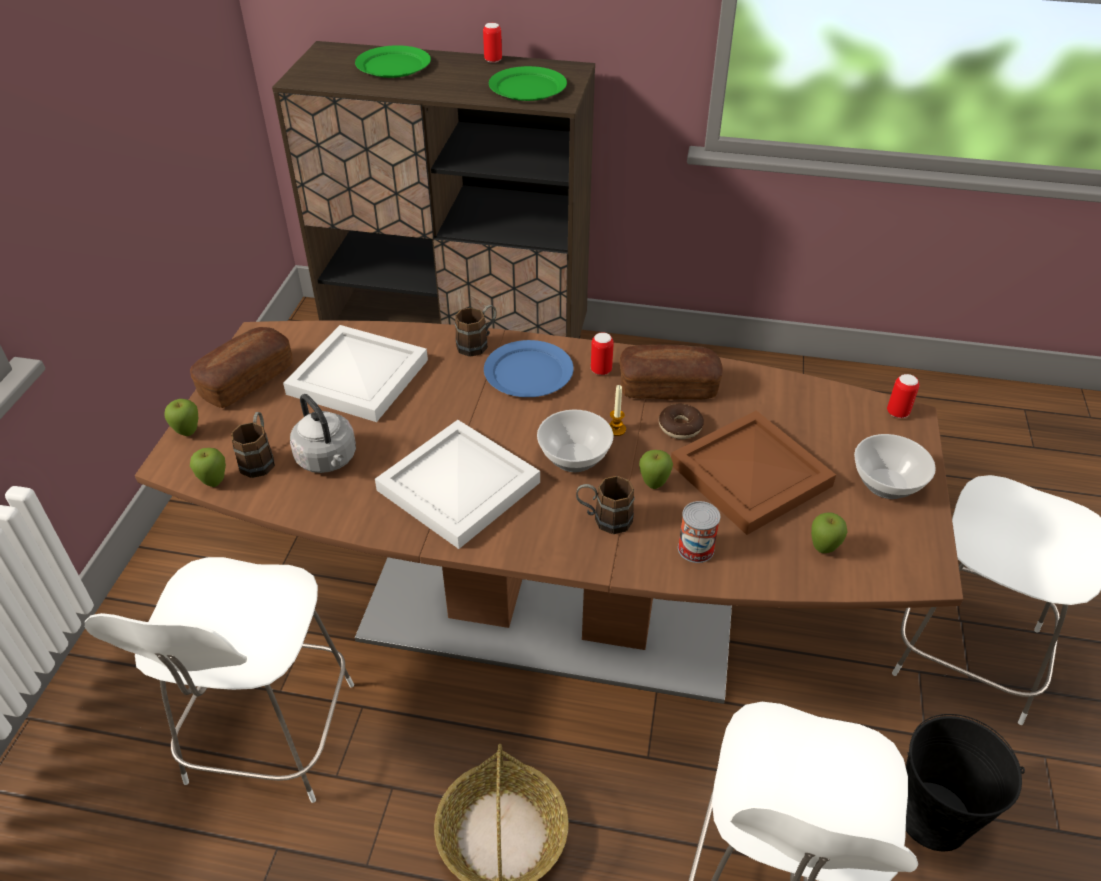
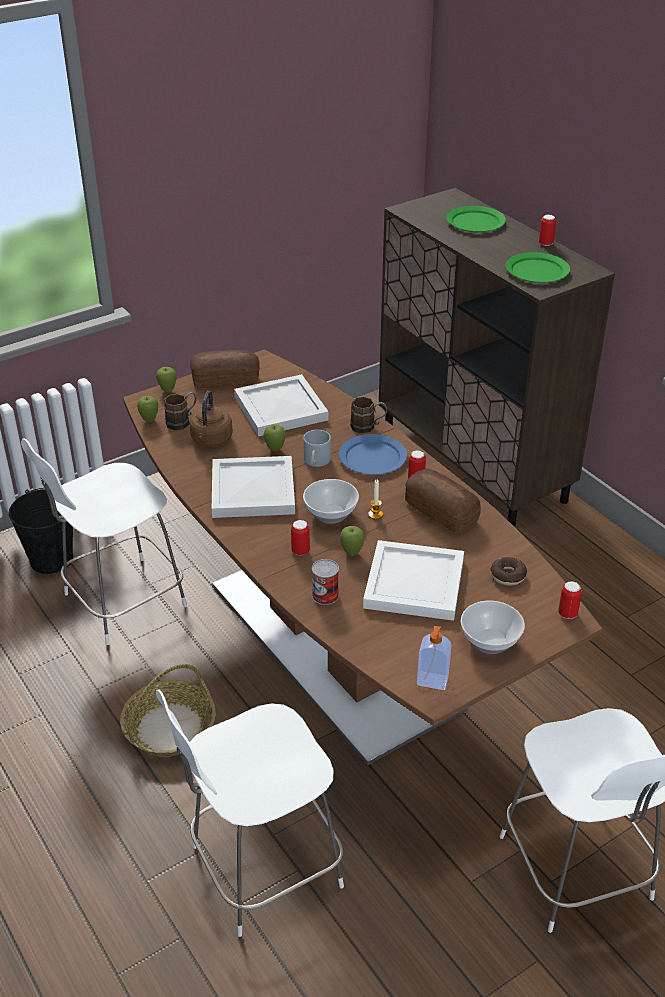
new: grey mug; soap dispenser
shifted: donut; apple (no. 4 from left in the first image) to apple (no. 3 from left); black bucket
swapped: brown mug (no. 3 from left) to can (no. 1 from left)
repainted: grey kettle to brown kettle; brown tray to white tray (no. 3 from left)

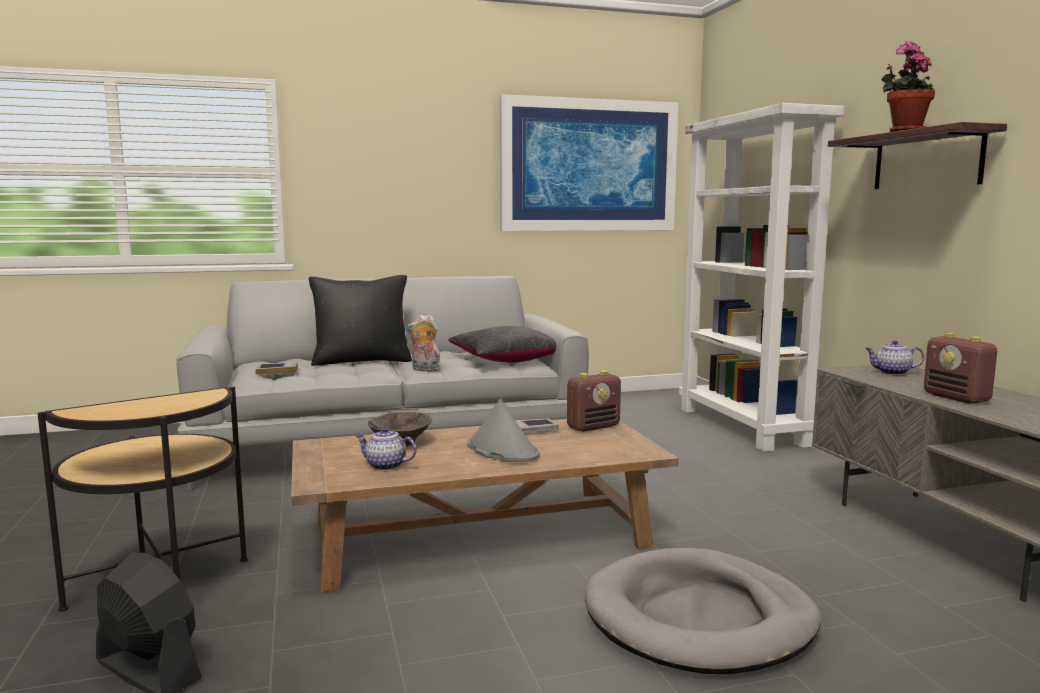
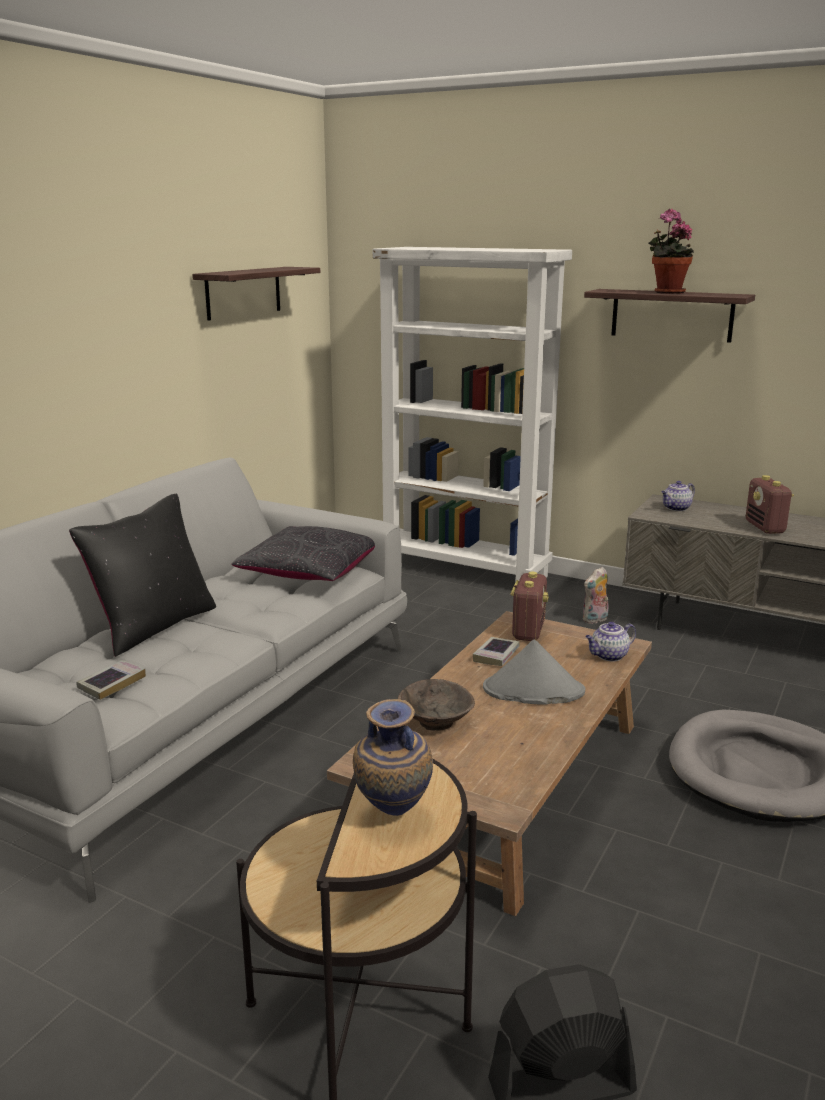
new: vase
shifted: teapot (no. 1 from left); plush toy
swapped: picture to shelf (no. 1 from left)
rotated: radio (no. 2 from left) 60 degrees clockwise

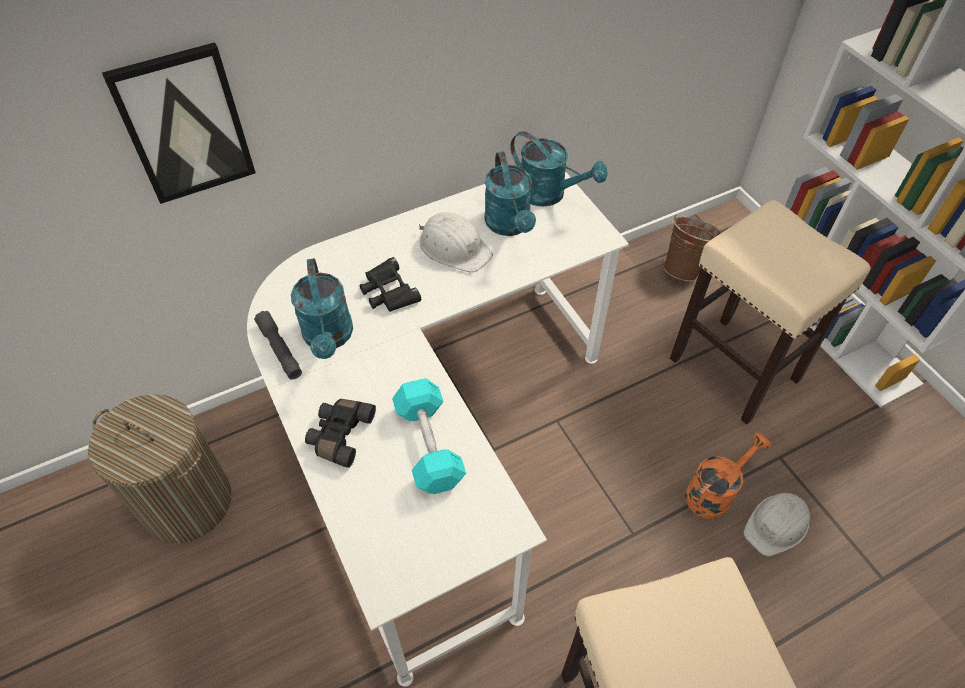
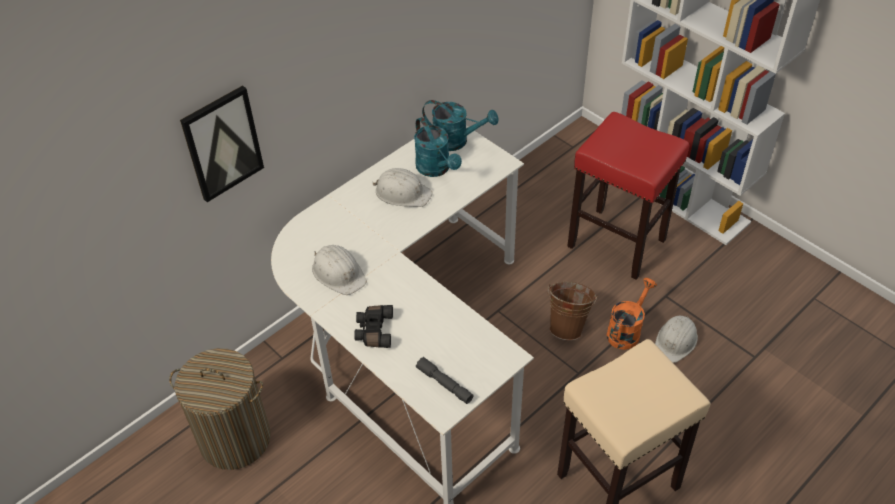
gone: black binoculars (no. 2 from left); turquoise dumbbell
shifted: grey flashlight; brown bucket
swapped: turquoise watering can (no. 1 from left) to white hard hat (no. 1 from left)
repainted: beige stool (no. 2 from left) to red stool

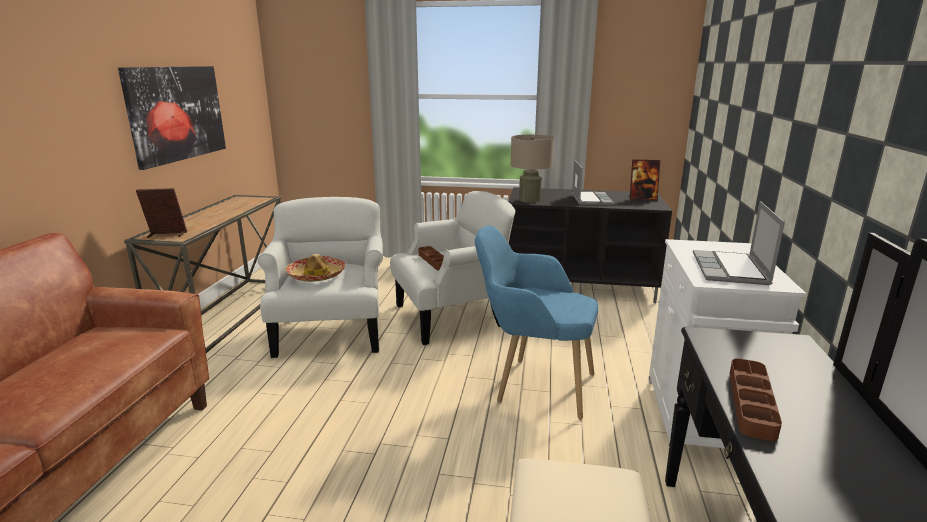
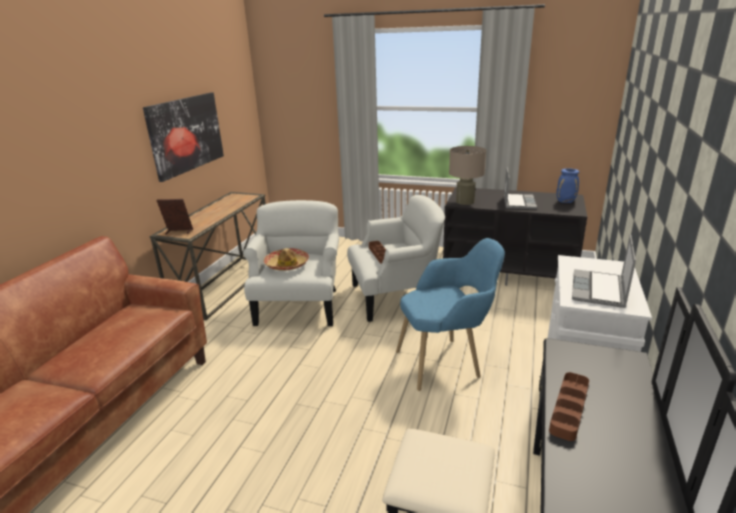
swapped: picture frame (no. 2 from left) to blue vase
rotated: blue armchair 135 degrees clockwise

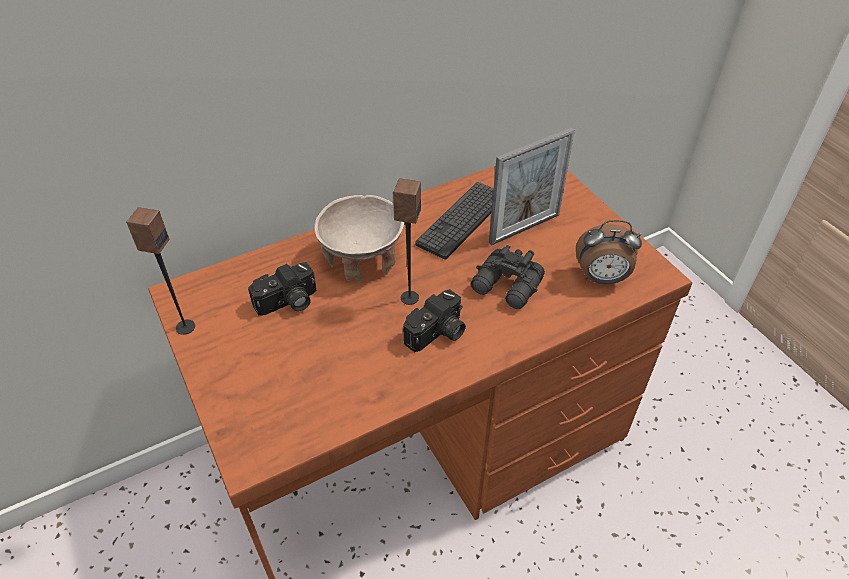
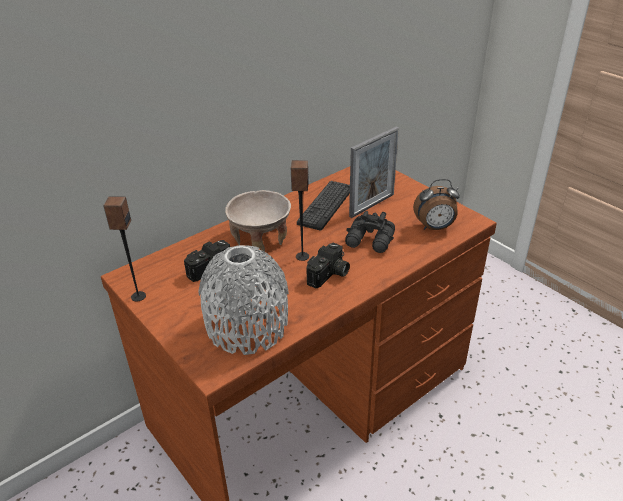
new: grey vase

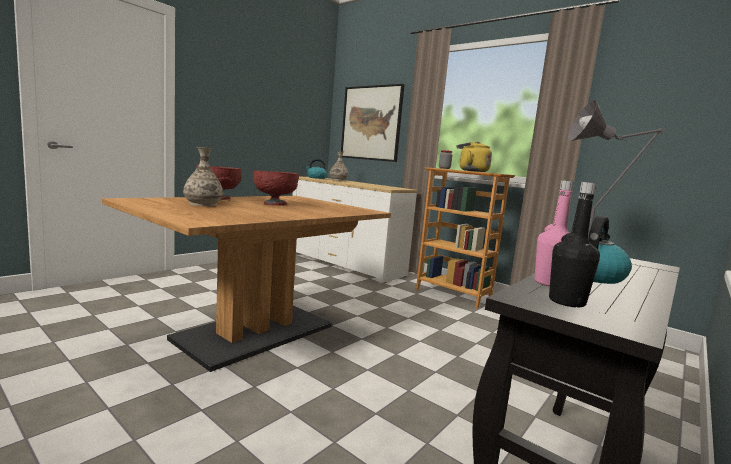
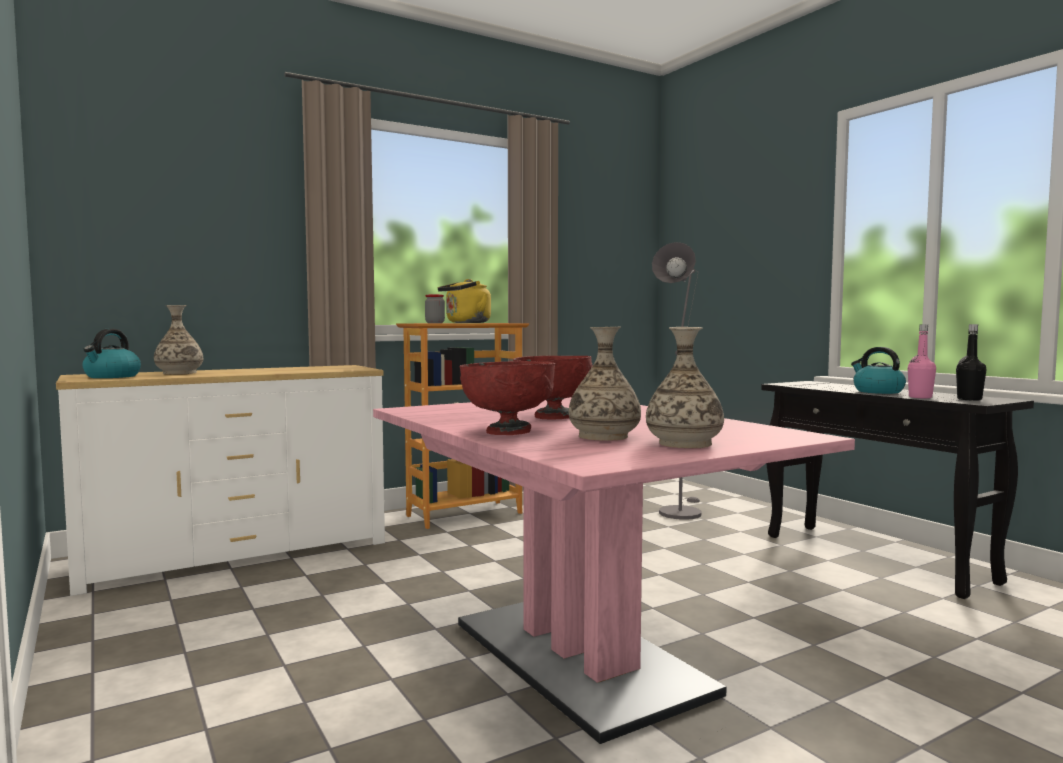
gone: picture
new: vase (no. 3 from left)
repainted: brown dining table to pink dining table

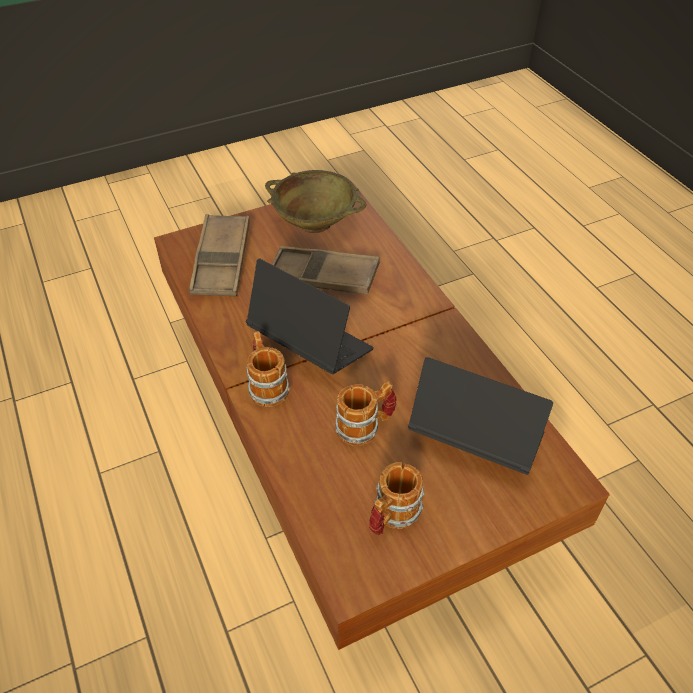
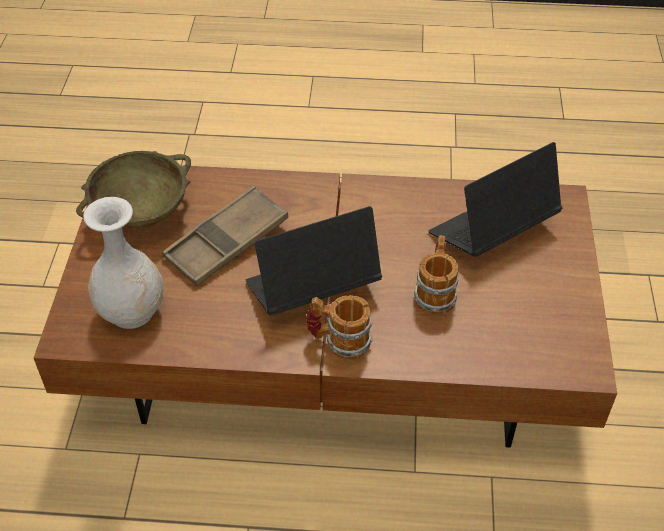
gone: mug (no. 3 from left)
swapped: brown tray (no. 1 from left) to white vase

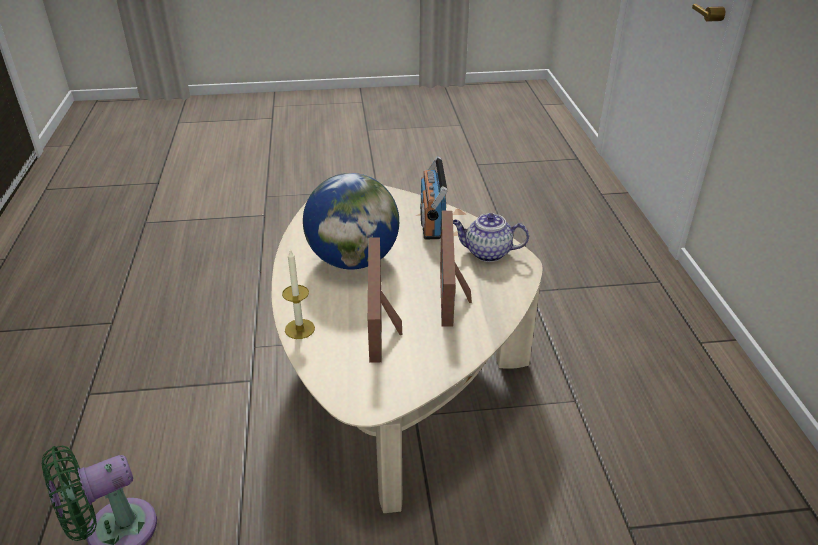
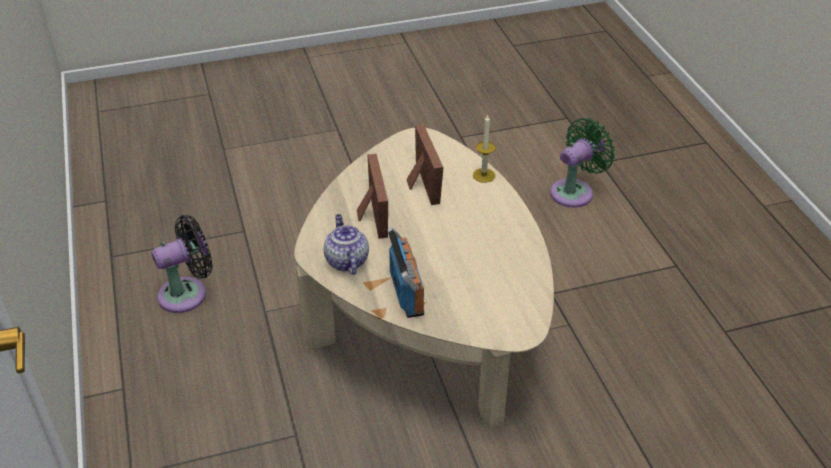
gone: globe
new: black fan
rotated: teapot 105 degrees counterclockwise

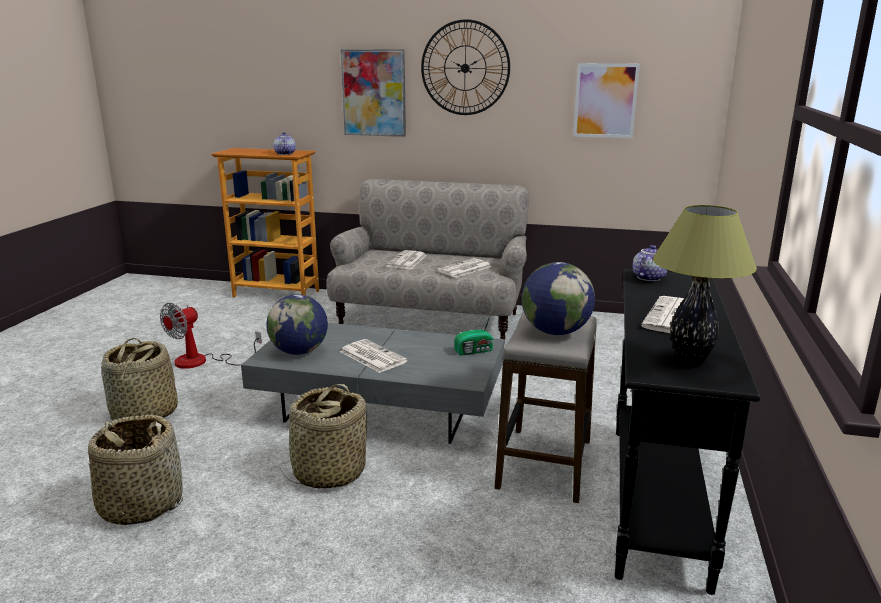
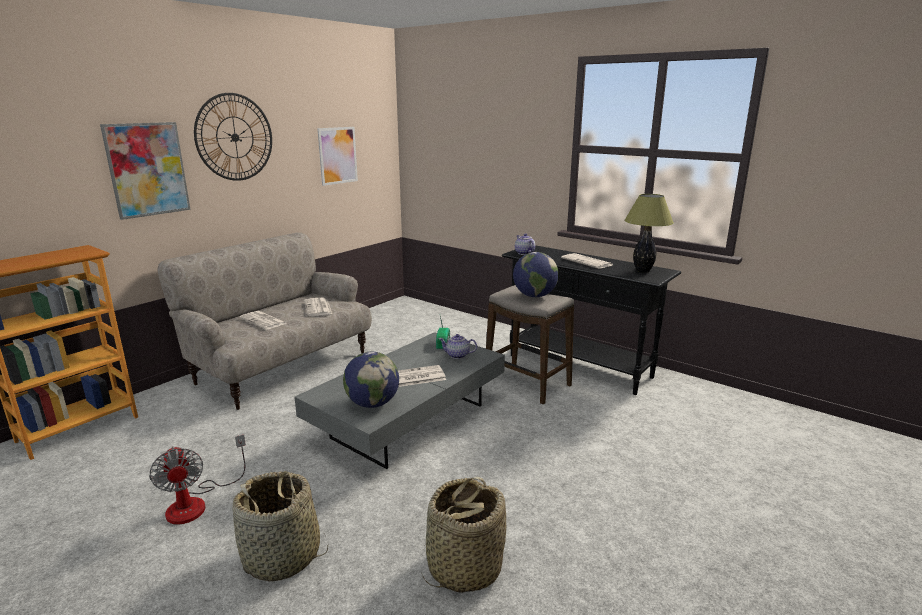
gone: basket (no. 3 from left)
shifted: teapot (no. 1 from left)

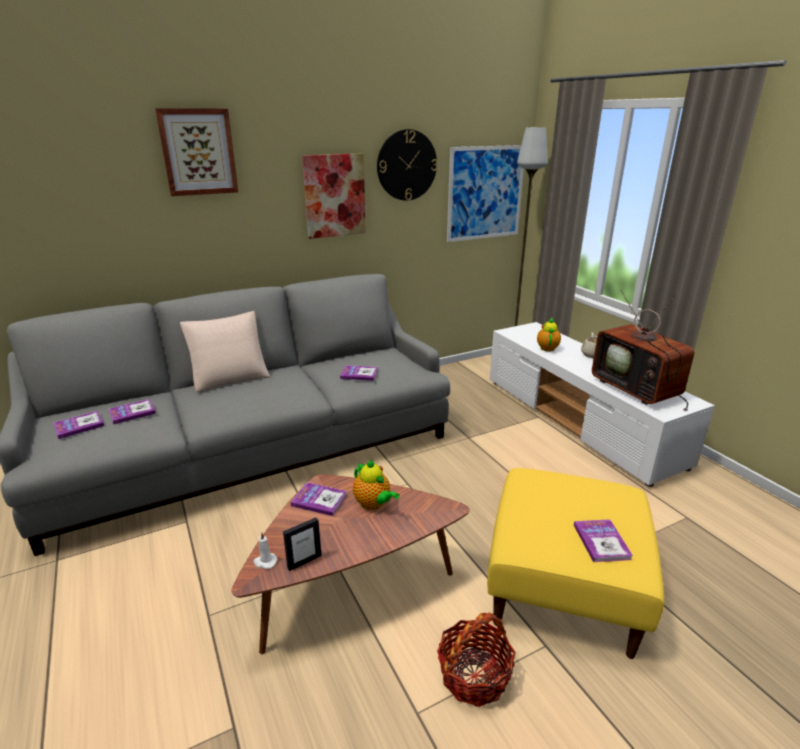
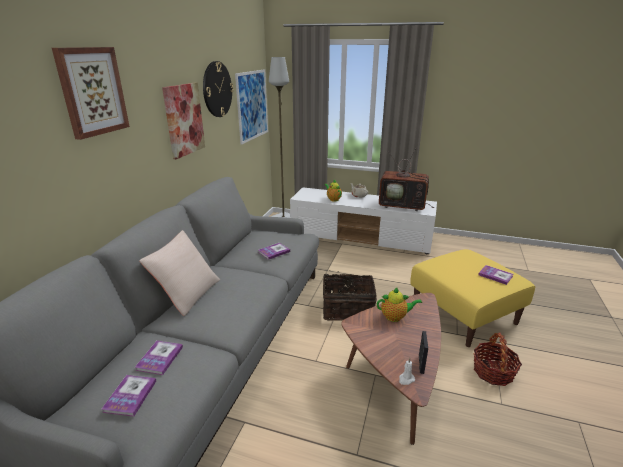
gone: book (no. 3 from left)
new: basket (no. 1 from left)

